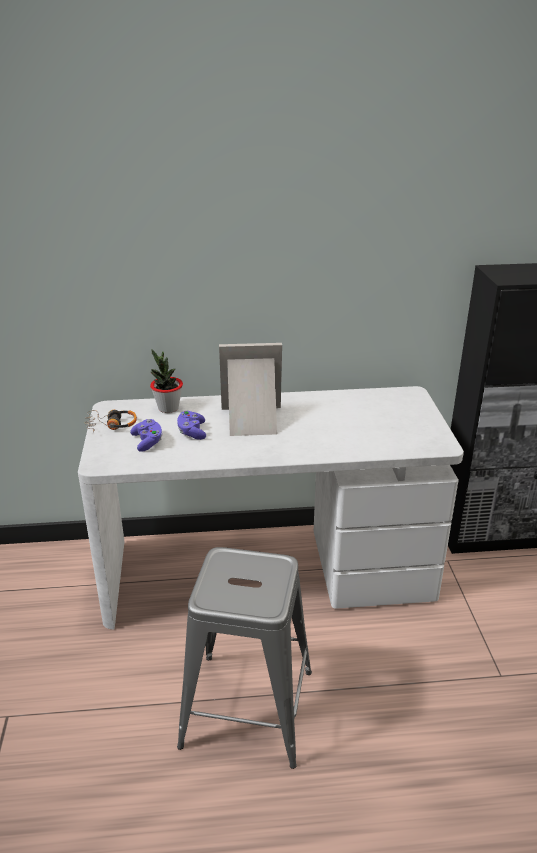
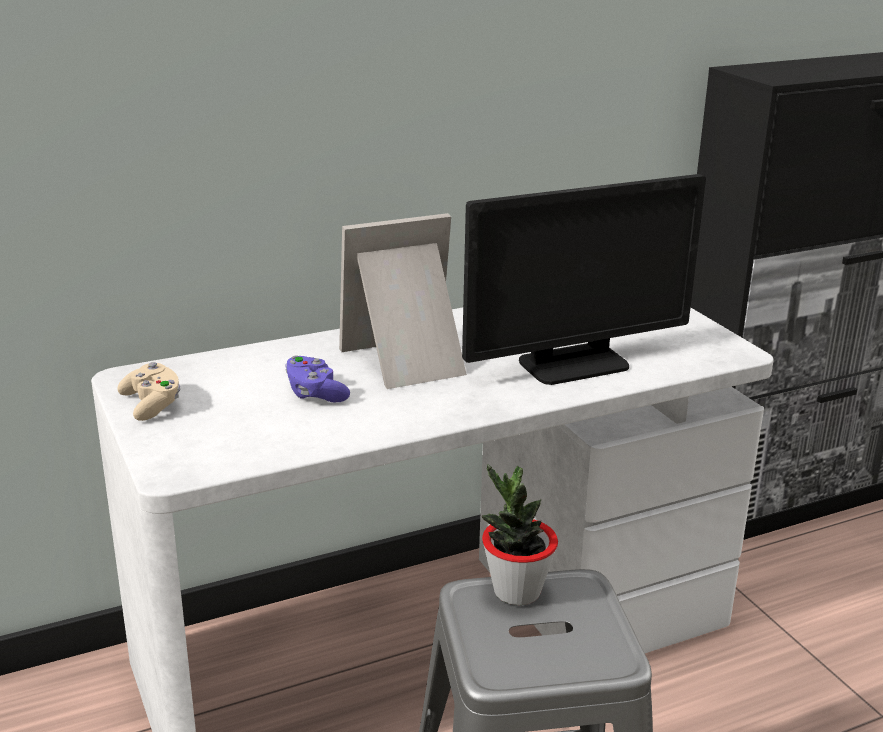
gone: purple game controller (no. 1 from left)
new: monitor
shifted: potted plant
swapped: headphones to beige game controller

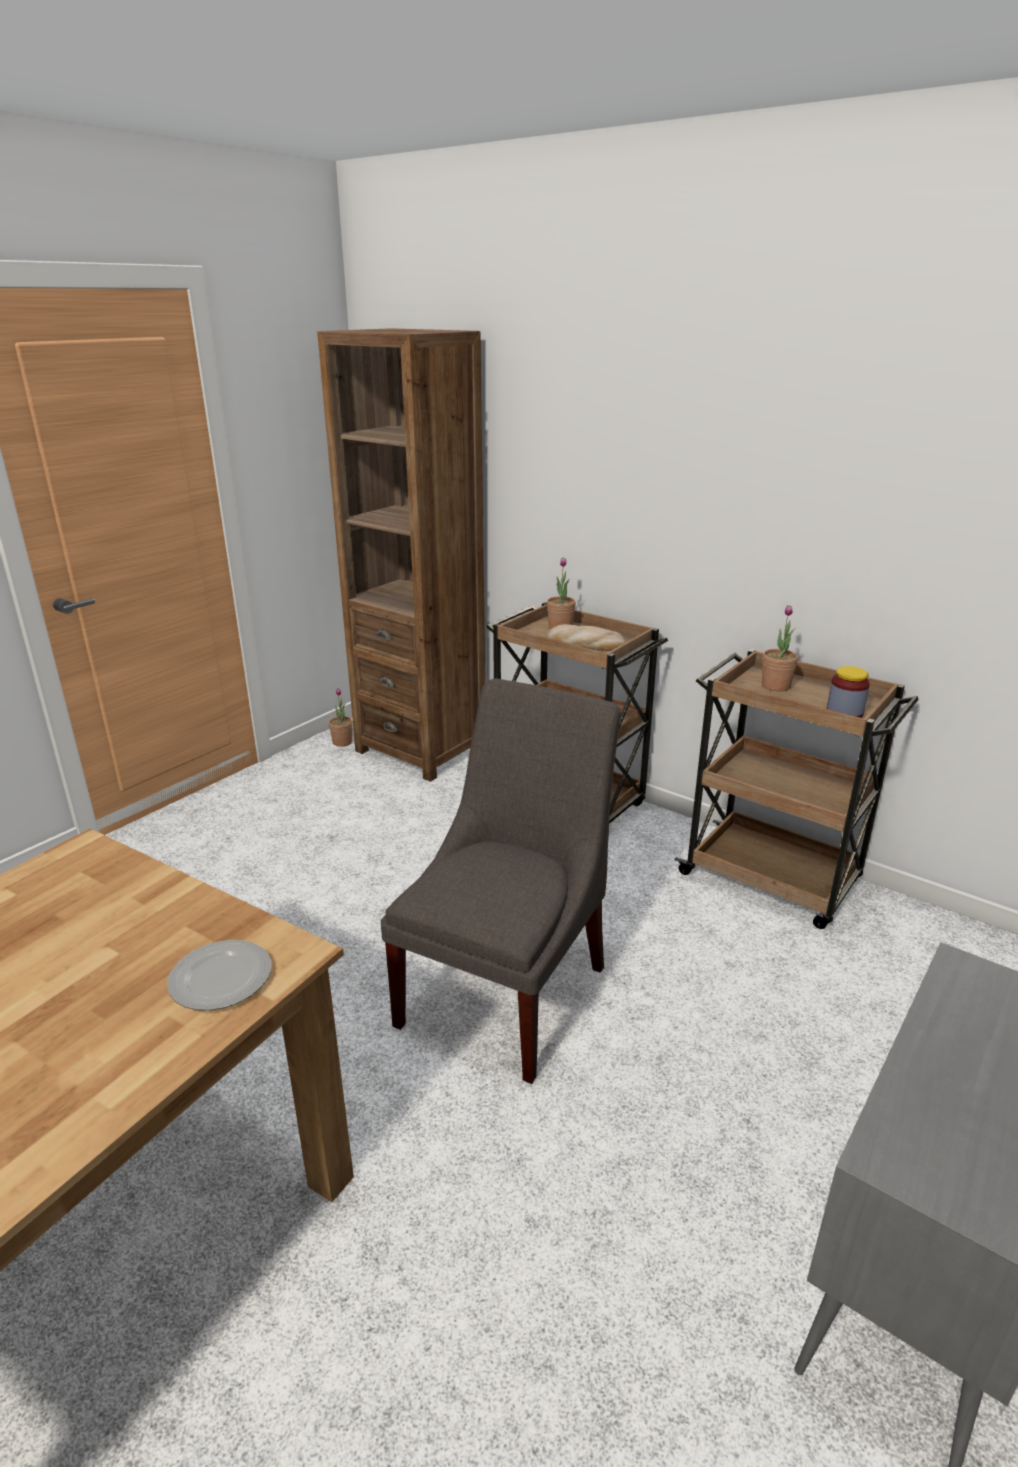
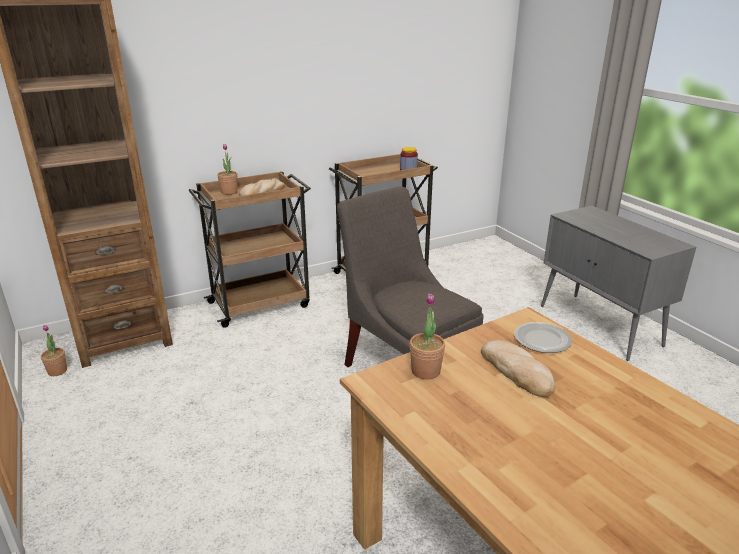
new: bread (no. 2 from left)
shifted: potted plant (no. 3 from left)

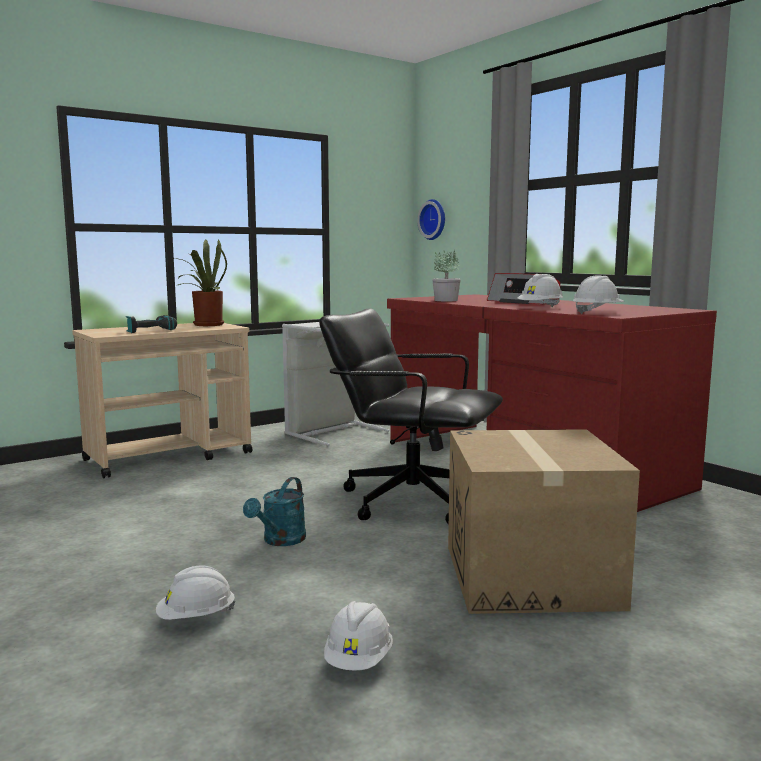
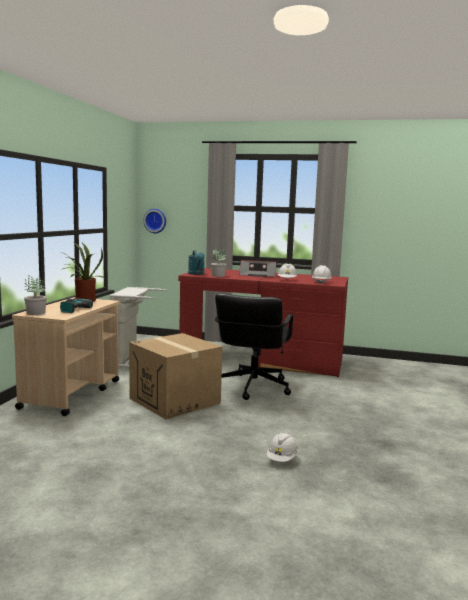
gone: white hard hat (no. 2 from left)
new: potted plant (no. 1 from left)
shifted: turquoise watering can; cardboard box
rotated: black office chair 60 degrees counterclockwise

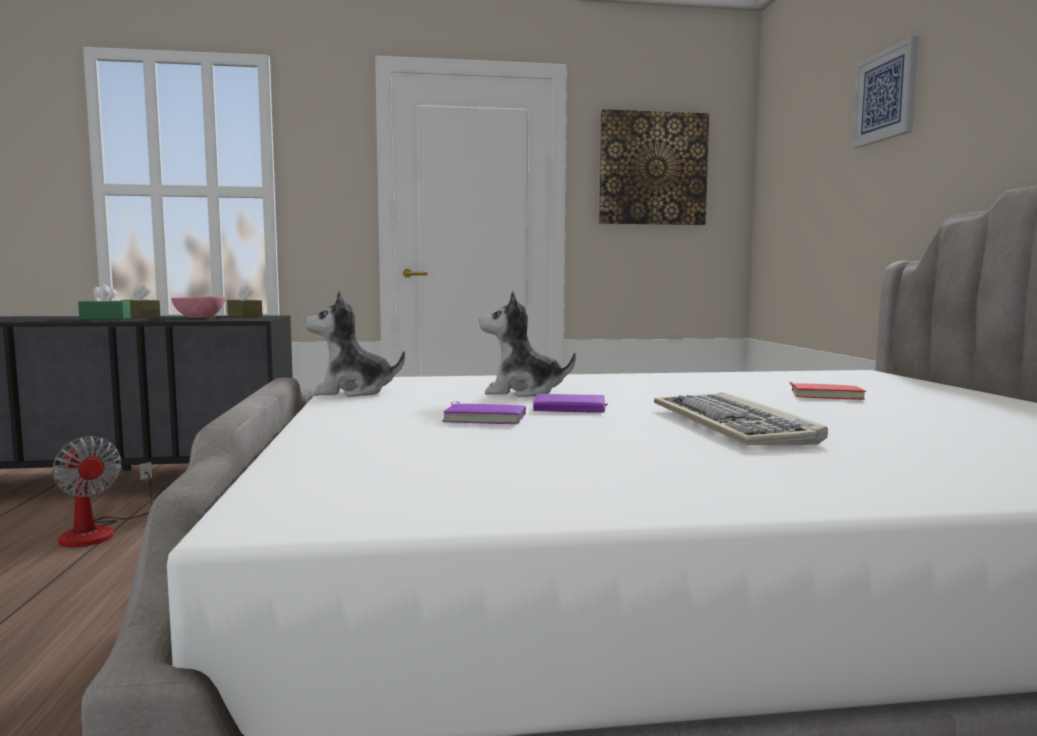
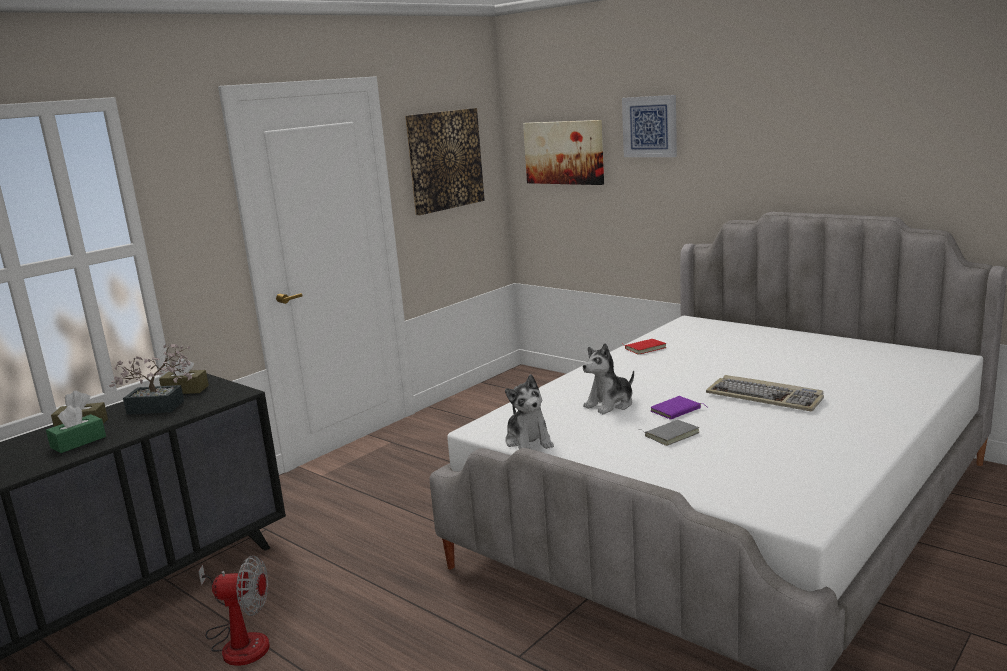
new: picture (no. 2 from left)
shifted: red book
swapped: pink bowl to potted plant
repainted: purple book (no. 1 from left) to grey book
rotated: plush toy (no. 1 from left) 60 degrees counterclockwise

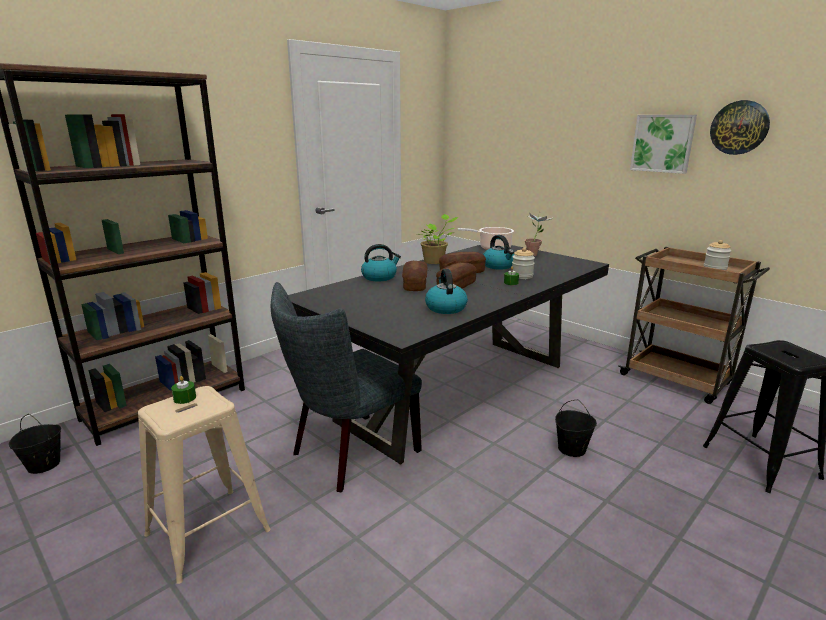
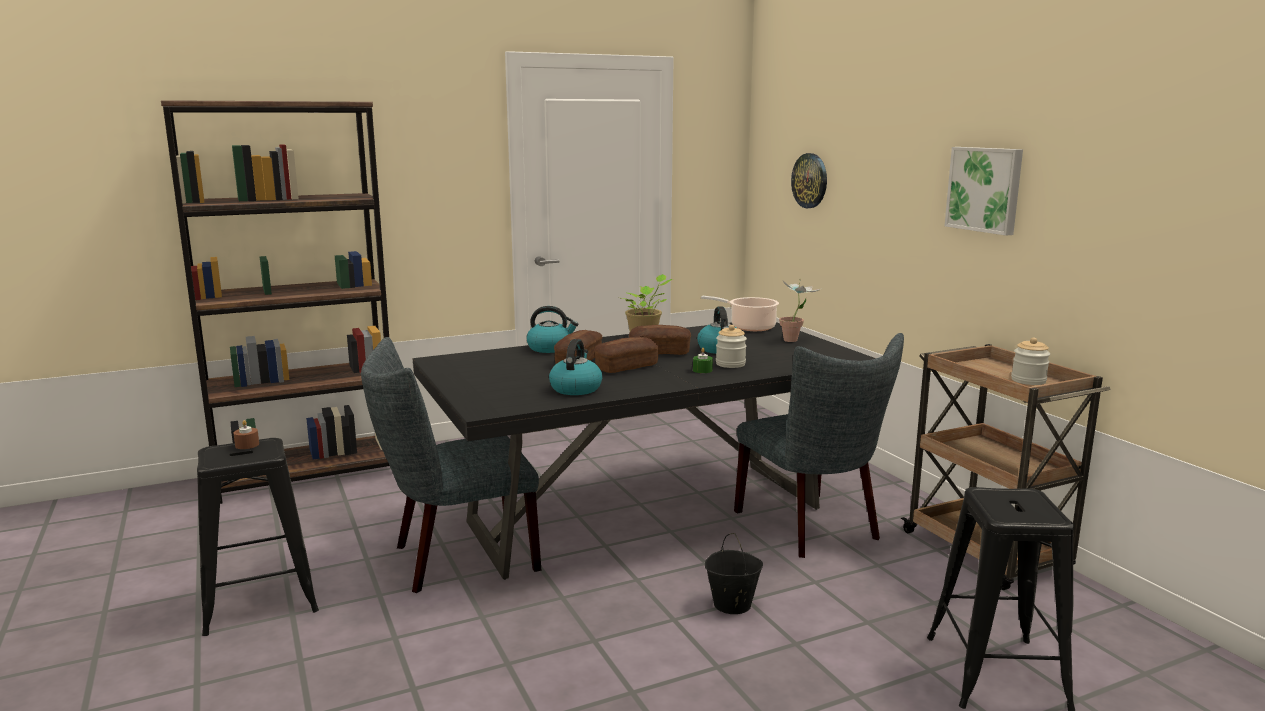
gone: black bucket (no. 1 from left)
new: grey chair (no. 2 from left)
shifted: wall clock
repainted: beige stool to black stool (no. 1 from left); green candle (no. 1 from left) to brown candle

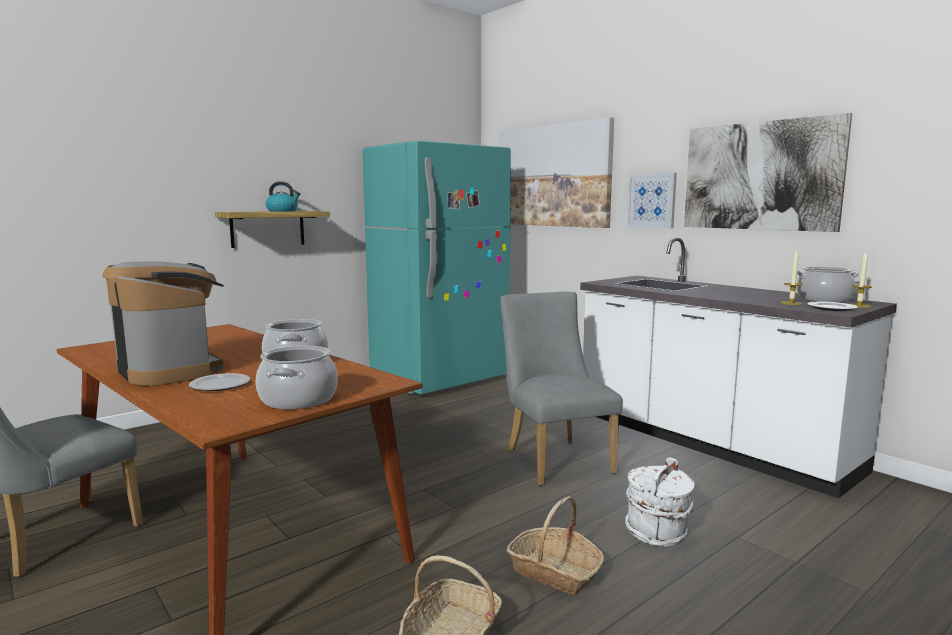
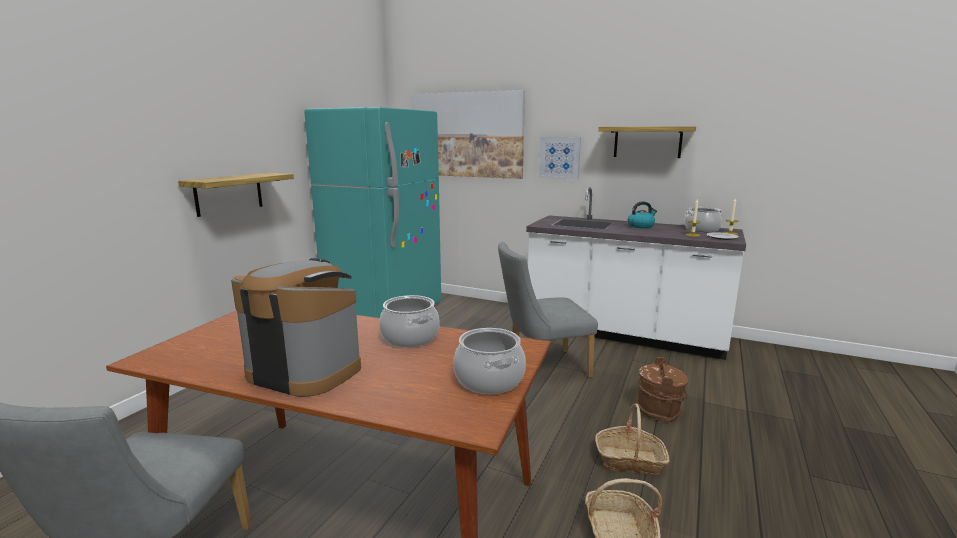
gone: plate (no. 1 from left)
shifted: kettle
swapped: picture (no. 3 from left) to shelf (no. 2 from left)
repainted: white bucket to brown bucket
rotated: grey chair (no. 2 from left) 60 degrees counterclockwise

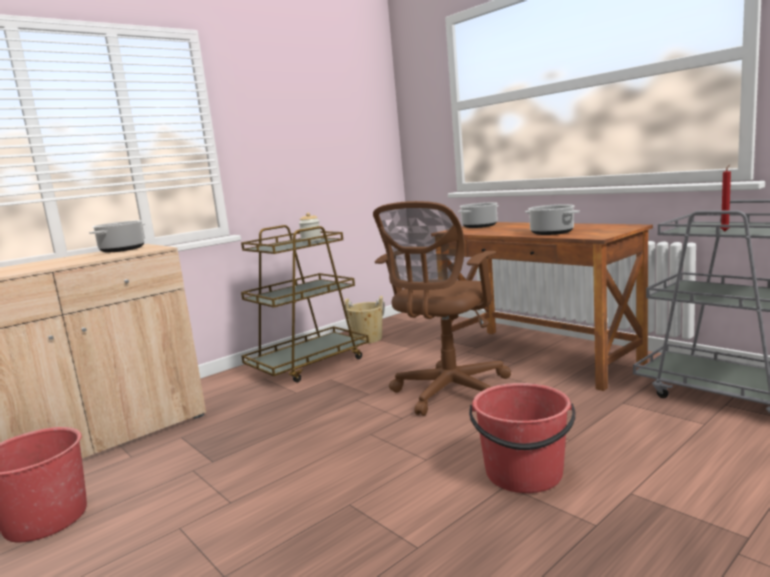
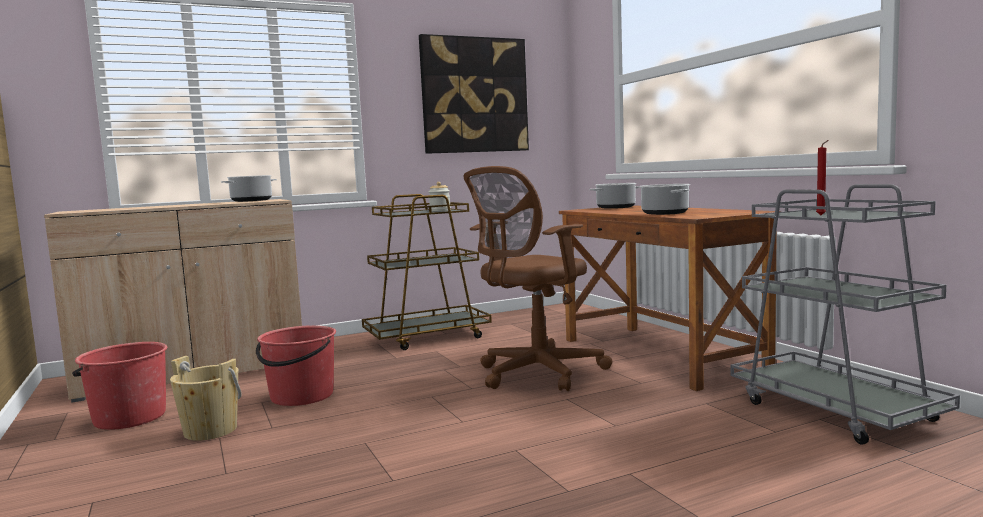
new: picture
shifted: beige bucket; red bucket (no. 2 from left)

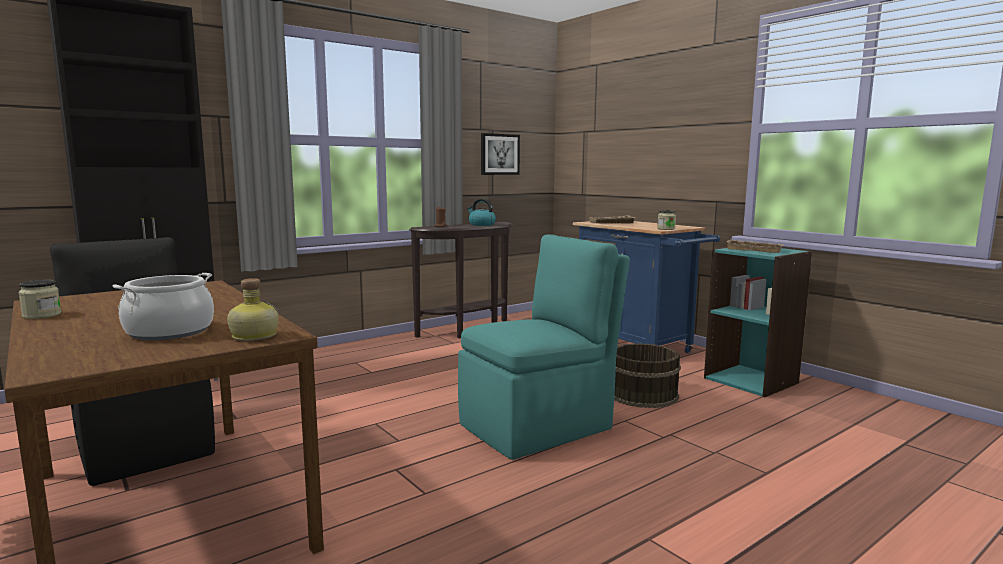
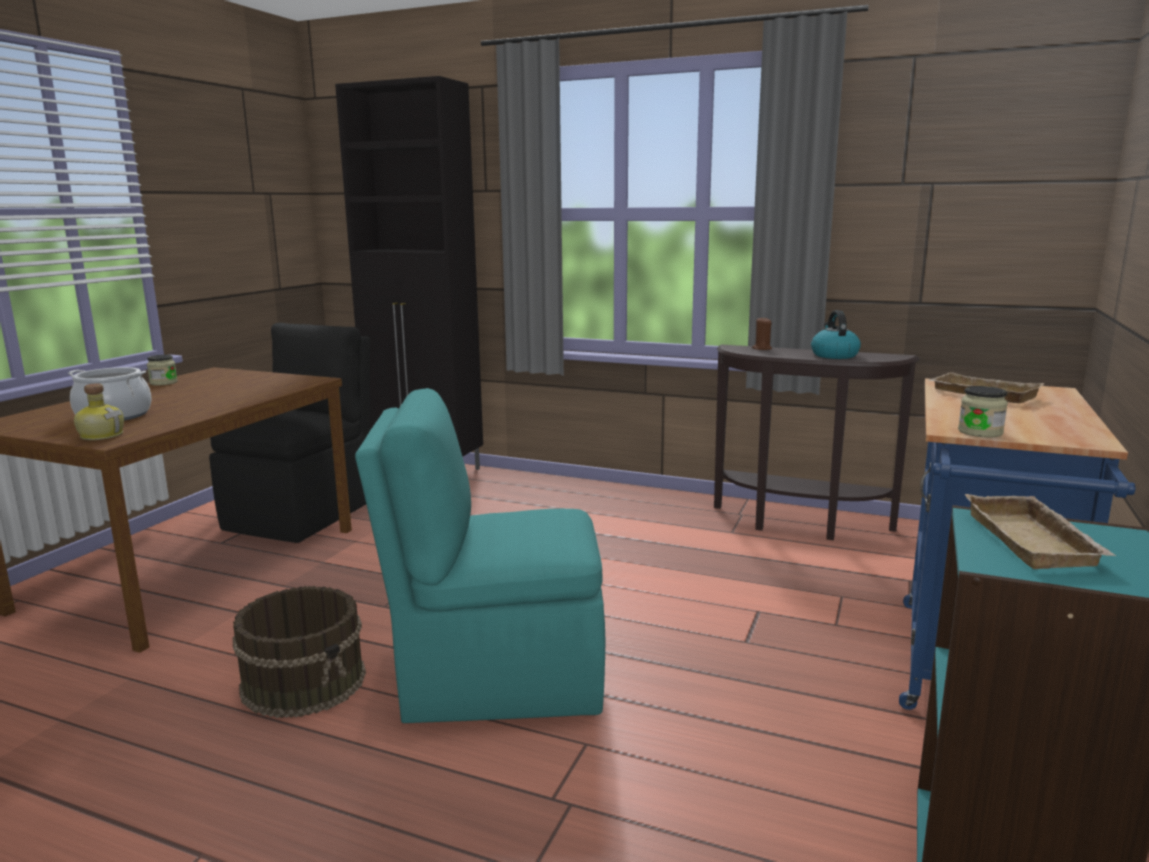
gone: picture
shifted: brown bucket
rotated: turquoise chair 150 degrees clockwise

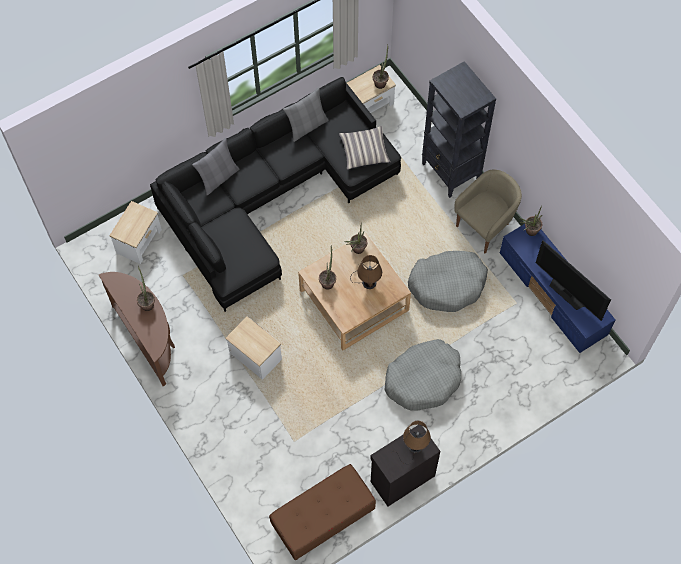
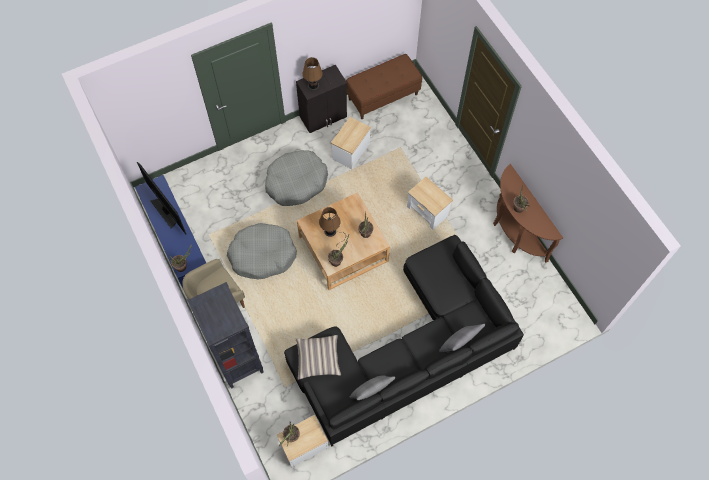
shifted: side table (no. 1 from left in the first image) to side table (no. 2 from left)

